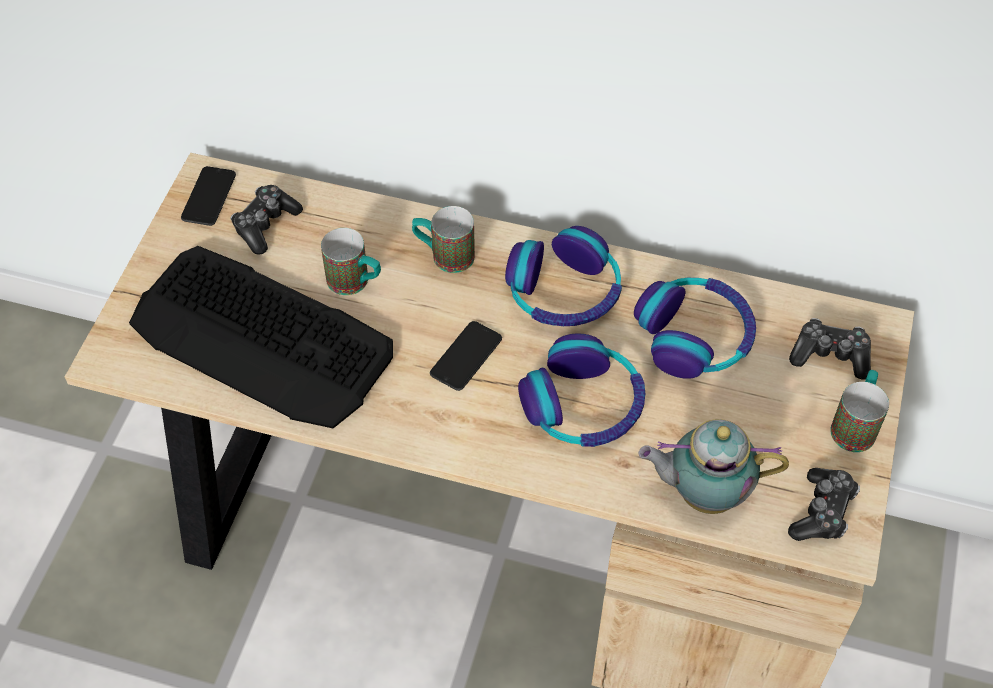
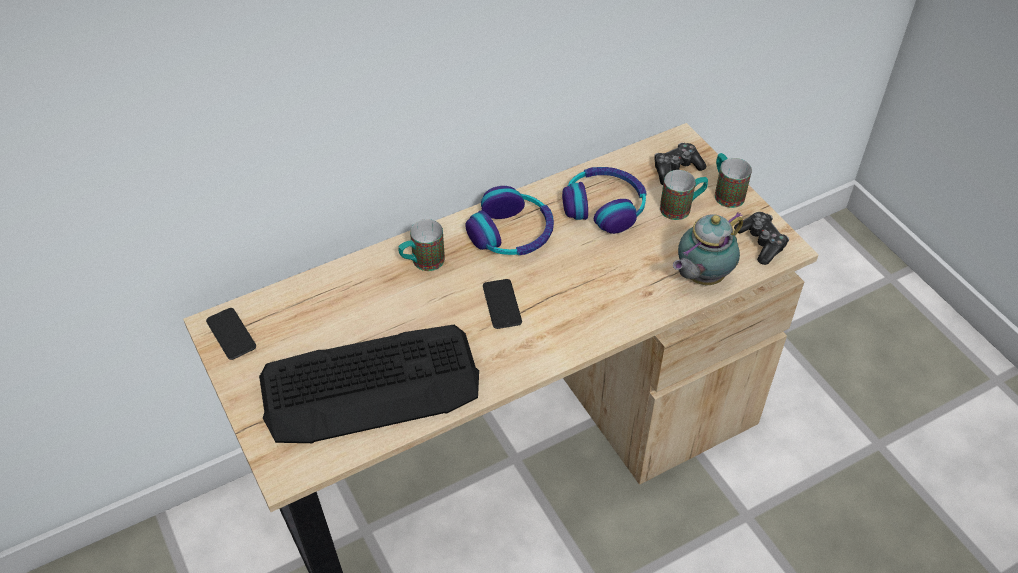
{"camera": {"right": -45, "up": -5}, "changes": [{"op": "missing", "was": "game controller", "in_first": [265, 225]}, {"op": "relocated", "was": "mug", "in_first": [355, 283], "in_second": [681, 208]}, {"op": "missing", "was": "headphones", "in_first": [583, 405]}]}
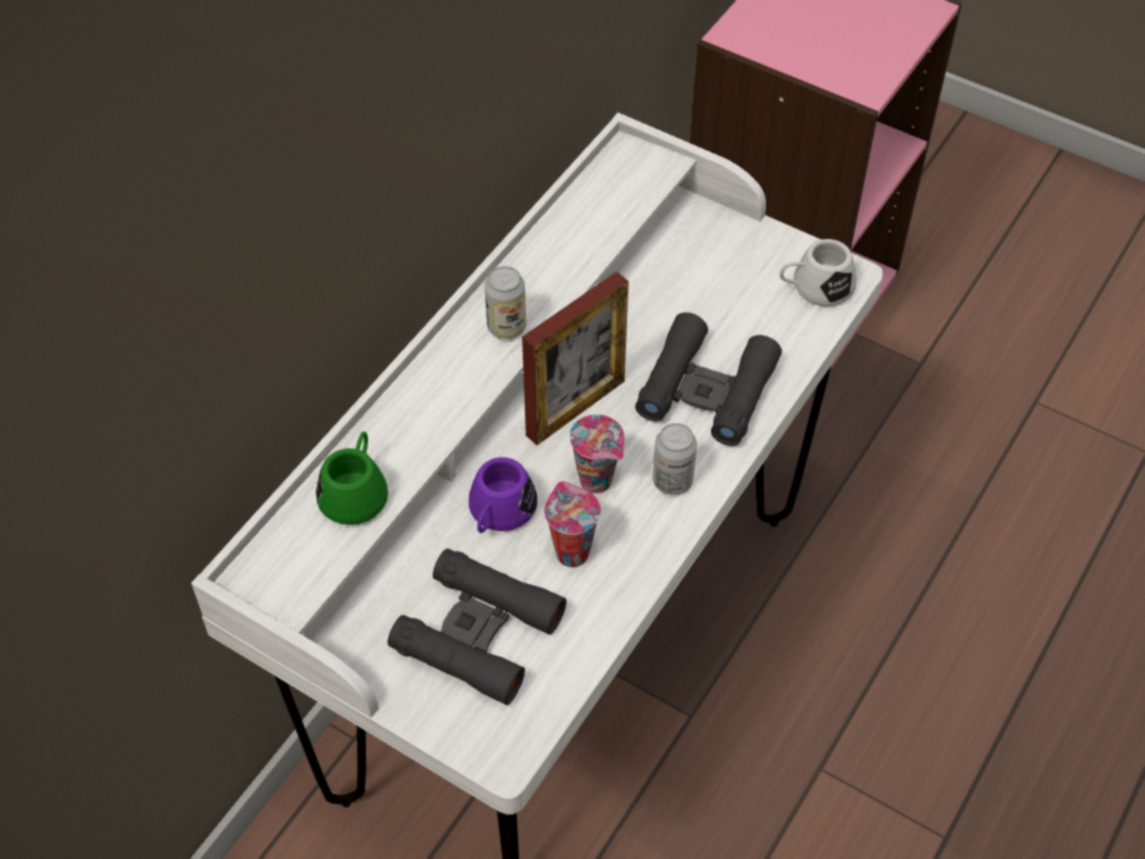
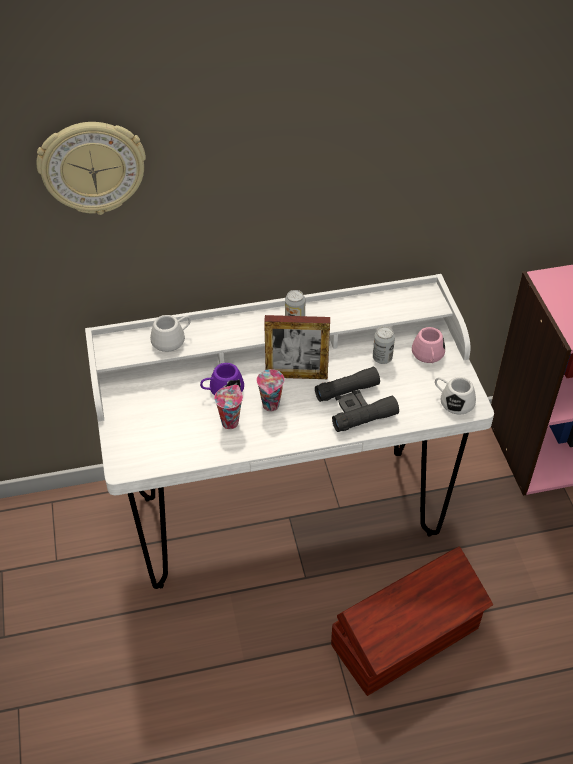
{"camera": {"right": 45, "up": -5}, "changes": [{"op": "relocated", "was": "can", "in_first": [672, 481], "in_second": [382, 358]}, {"op": "colour", "was": "green mug", "now": "white mug", "in_first": [356, 491], "in_second": [172, 339]}, {"op": "missing", "was": "black binoculars", "in_first": [478, 633]}, {"op": "appeared", "now": "wall clock", "in_second": [92, 167]}, {"op": "appeared", "now": "pink mug", "in_second": [428, 356]}, {"op": "appeared", "now": "brown storage box", "in_second": [407, 638]}]}
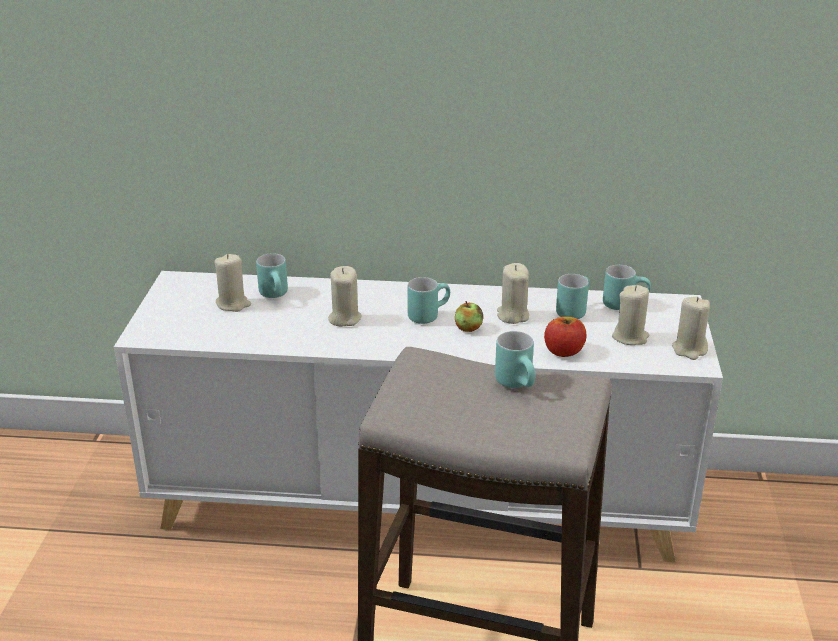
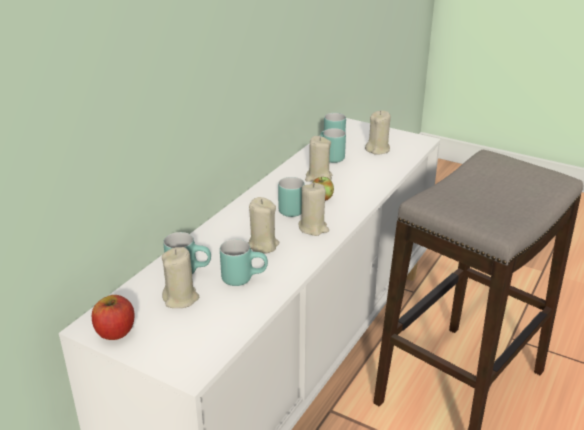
{"camera": {"right": -65, "up": 0}, "changes": [{"op": "relocated", "was": "beige candle", "in_first": [689, 349], "in_second": [313, 228]}, {"op": "relocated", "was": "apple", "in_first": [563, 351], "in_second": [115, 332]}, {"op": "relocated", "was": "turquoise mug", "in_first": [519, 384], "in_second": [244, 277]}]}
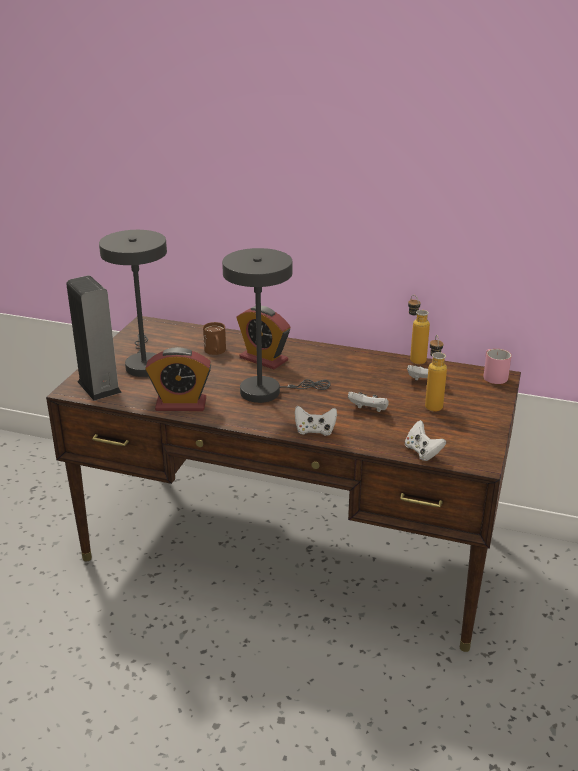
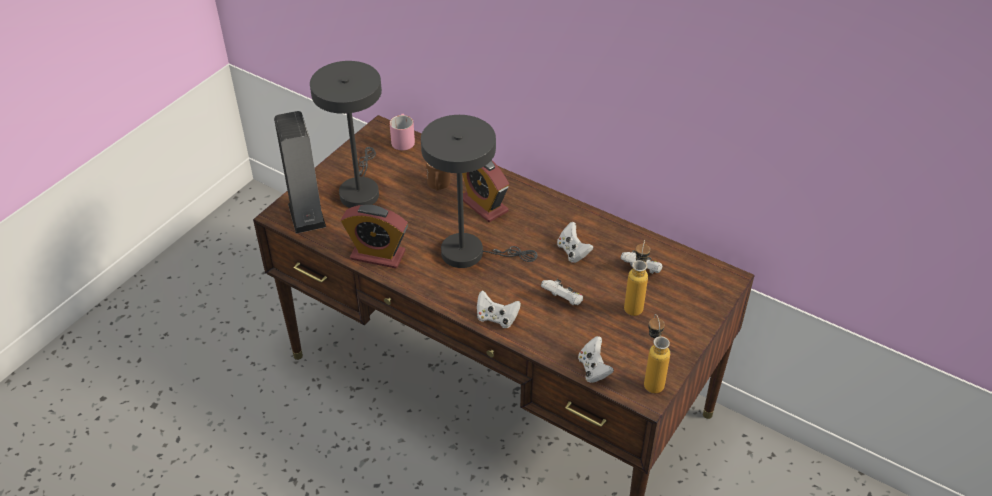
{"camera": {"right": 15, "up": 15}, "changes": [{"op": "relocated", "was": "bottle", "in_first": [414, 358], "in_second": [651, 379]}, {"op": "relocated", "was": "pink mug", "in_first": [492, 376], "in_second": [402, 140]}, {"op": "appeared", "now": "white game controller", "in_second": [573, 252]}]}
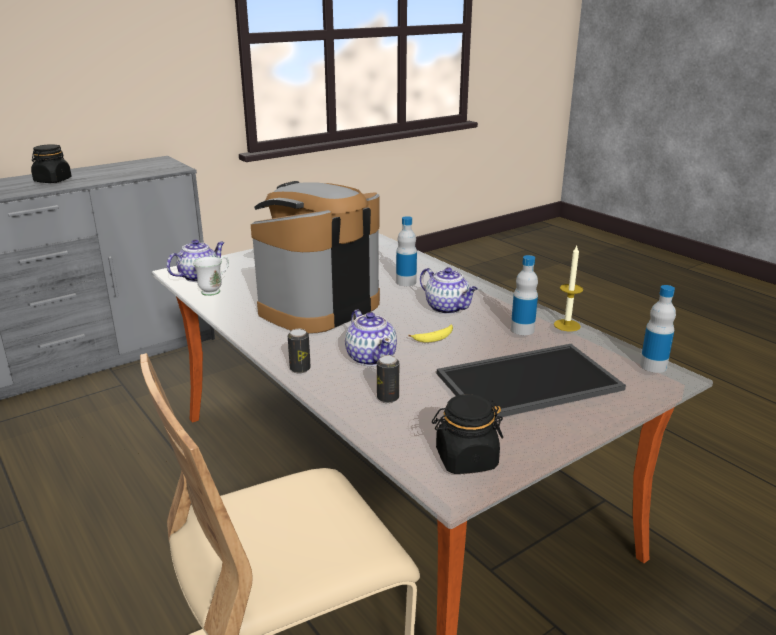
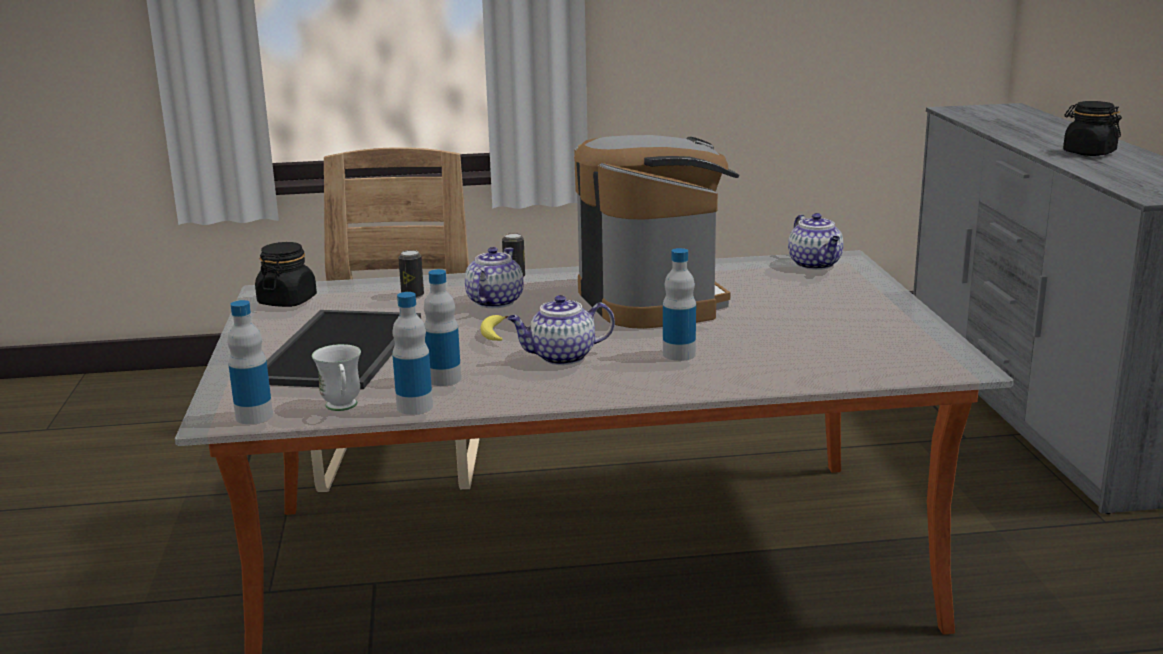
{"camera": {"right": 120, "up": -5}, "changes": [{"op": "exchanged", "was": "candle", "now": "bottle", "in_first": [567, 325], "in_second": [414, 407]}, {"op": "relocated", "was": "white mug", "in_first": [215, 290], "in_second": [342, 408]}, {"op": "spun", "was": "teapot", "in_first": [371, 357], "in_second": [494, 302], "clockwise": 105}]}
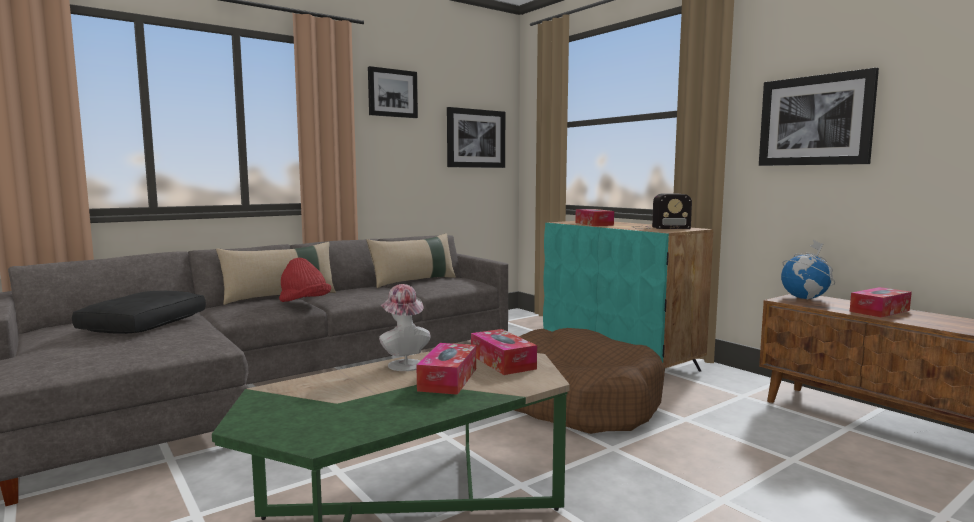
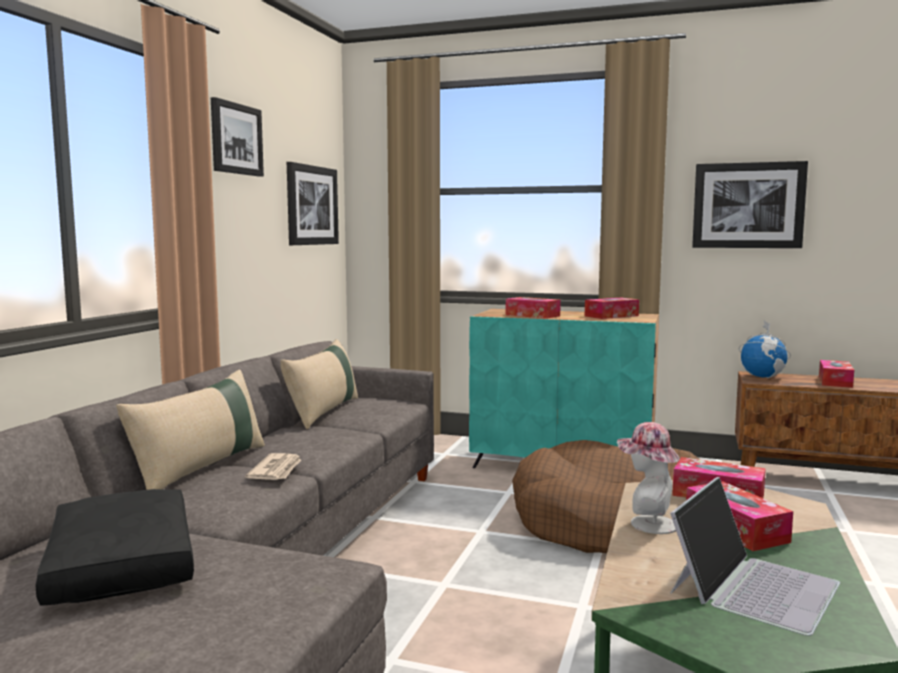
{"camera": {"right": -35, "up": 0}, "changes": [{"op": "exchanged", "was": "radio", "now": "tissue box", "in_first": [658, 227], "in_second": [611, 316]}, {"op": "exchanged", "was": "red hat", "now": "newspaper", "in_first": [304, 303], "in_second": [276, 470]}, {"op": "appeared", "now": "laptop", "in_second": [753, 586]}]}
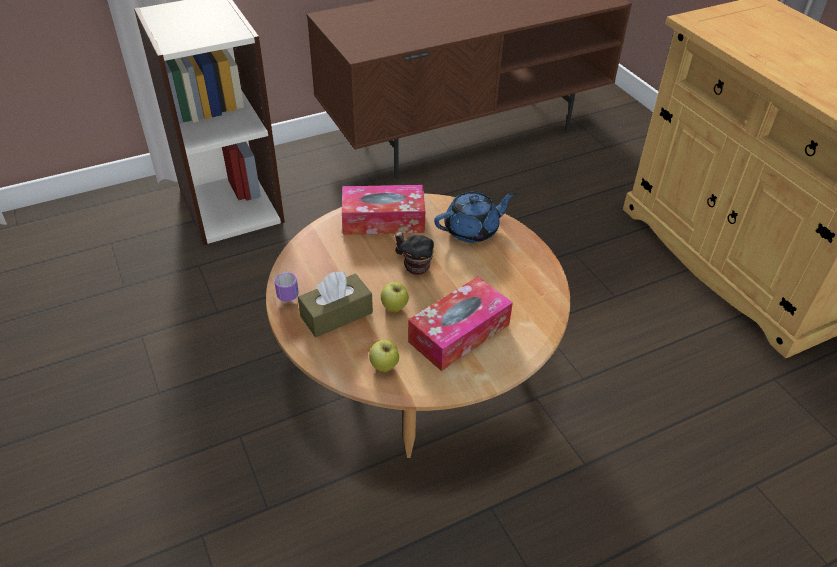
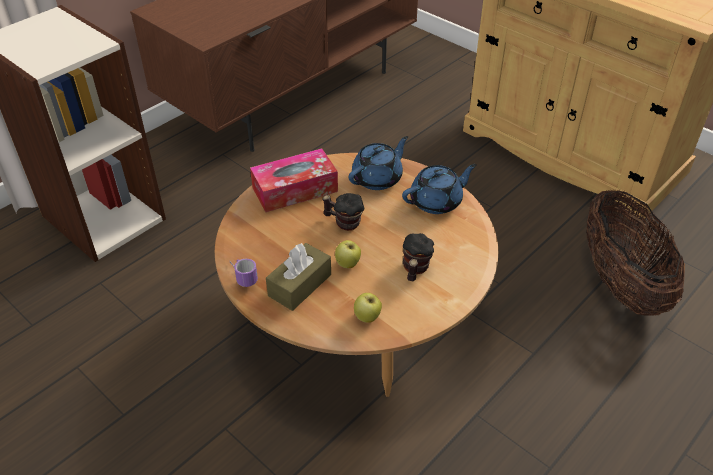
{"camera": {"right": -20, "up": 0}, "changes": [{"op": "exchanged", "was": "tissue box", "now": "mug", "in_first": [459, 333], "in_second": [414, 270]}, {"op": "appeared", "now": "blue teapot", "in_second": [437, 201]}, {"op": "appeared", "now": "basket", "in_second": [620, 282]}]}
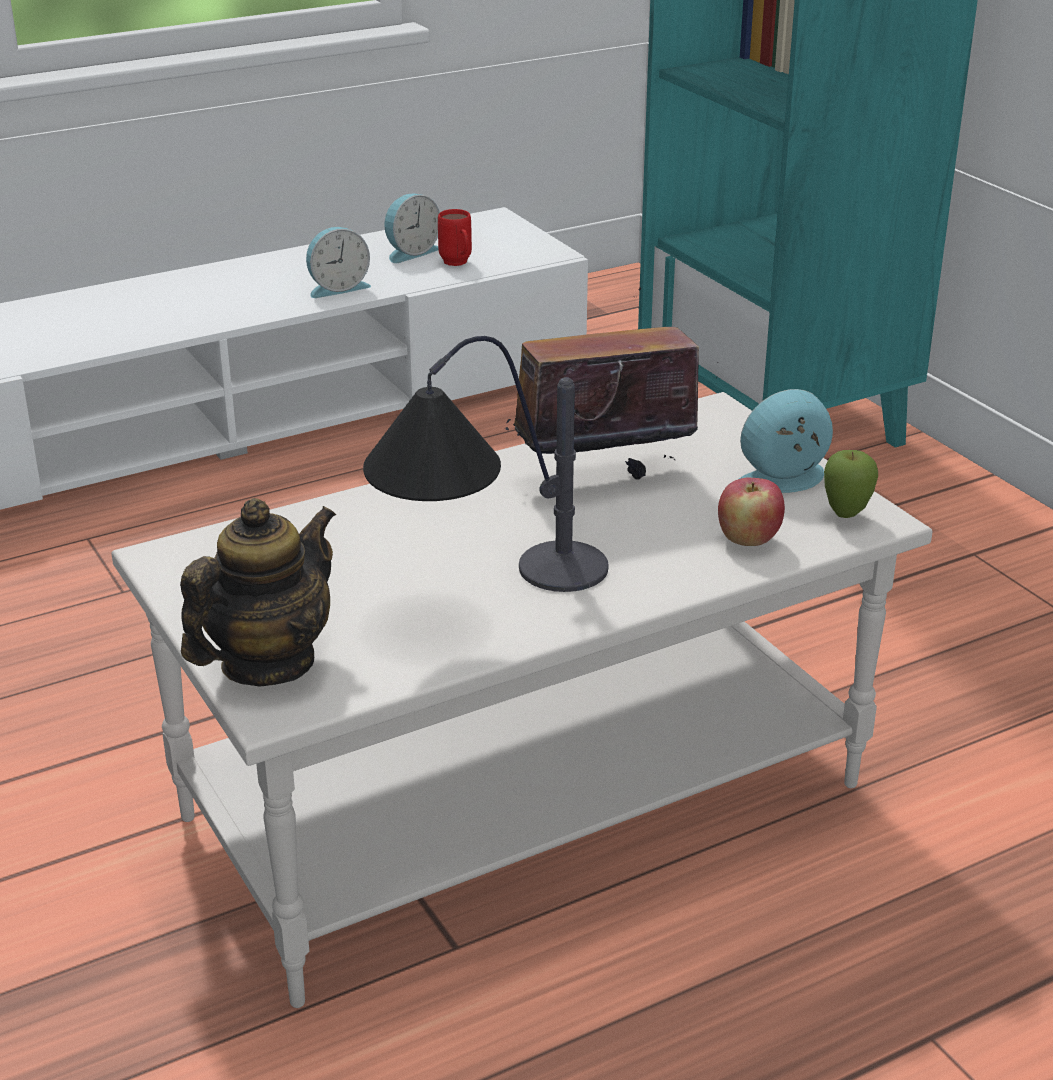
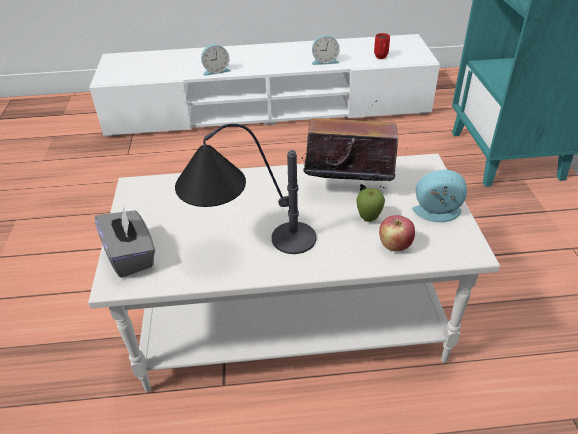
{"camera": {"right": 25, "up": 10}, "changes": [{"op": "relocated", "was": "alarm clock", "in_first": [410, 252], "in_second": [216, 70]}, {"op": "relocated", "was": "apple", "in_first": [846, 515], "in_second": [368, 219]}, {"op": "exchanged", "was": "teapot", "now": "grey tissue box", "in_first": [267, 663], "in_second": [131, 255]}]}
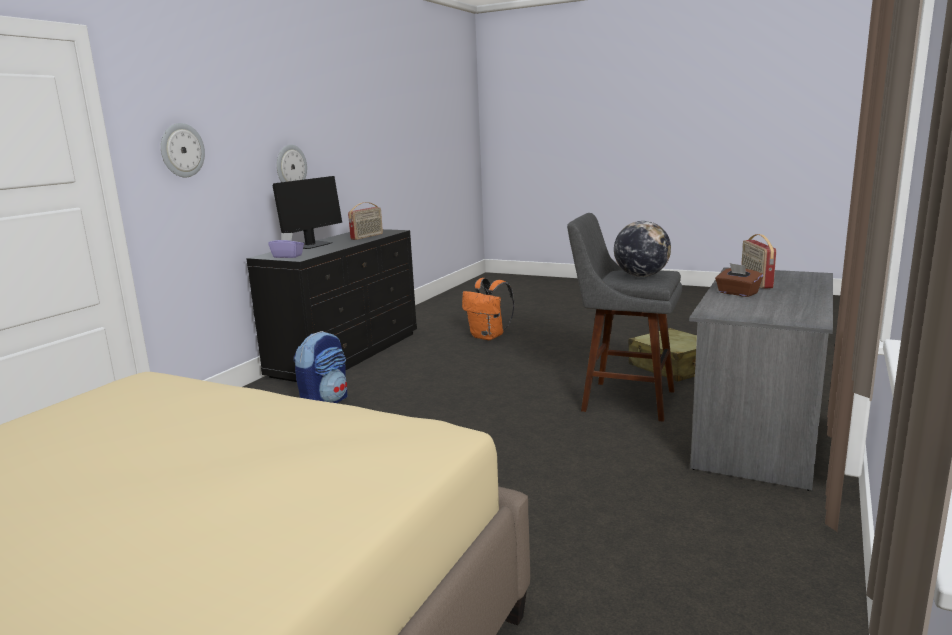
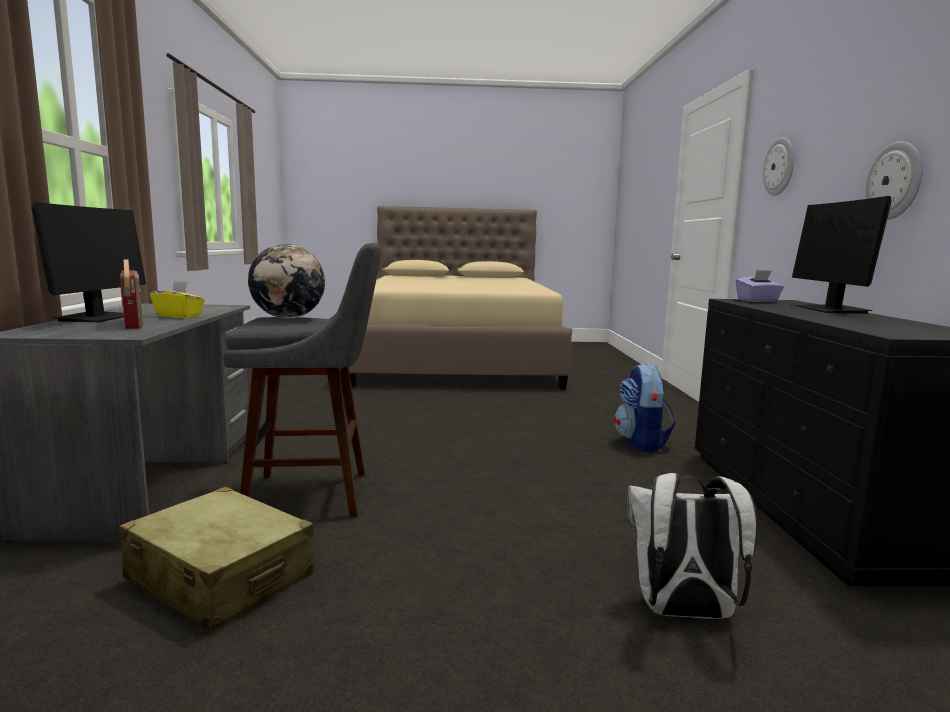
{"camera": {"right": 150, "up": -5}, "changes": [{"op": "missing", "was": "radio", "in_first": [367, 236]}, {"op": "colour", "was": "brown tissue box", "now": "yellow tissue box", "in_first": [737, 293], "in_second": [179, 316]}, {"op": "colour", "was": "orange backpack", "now": "white backpack", "in_first": [488, 337], "in_second": [682, 612]}, {"op": "appeared", "now": "monitor", "in_second": [97, 318]}]}
